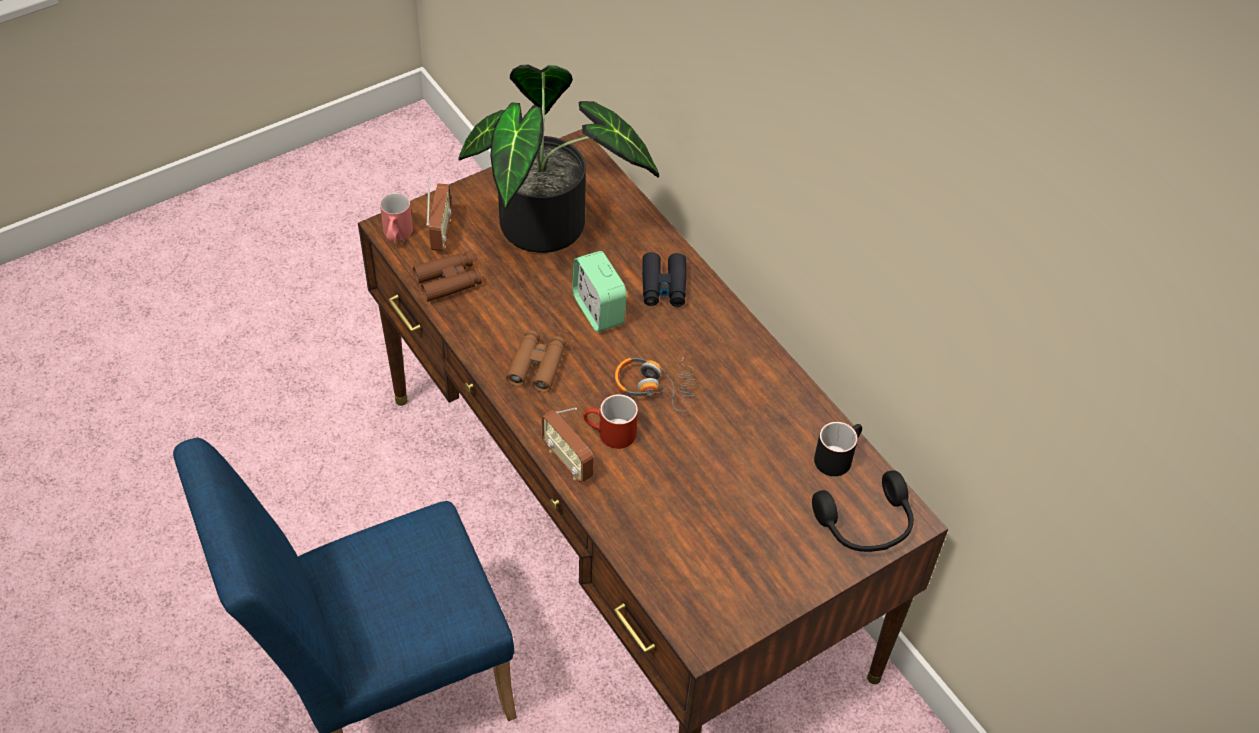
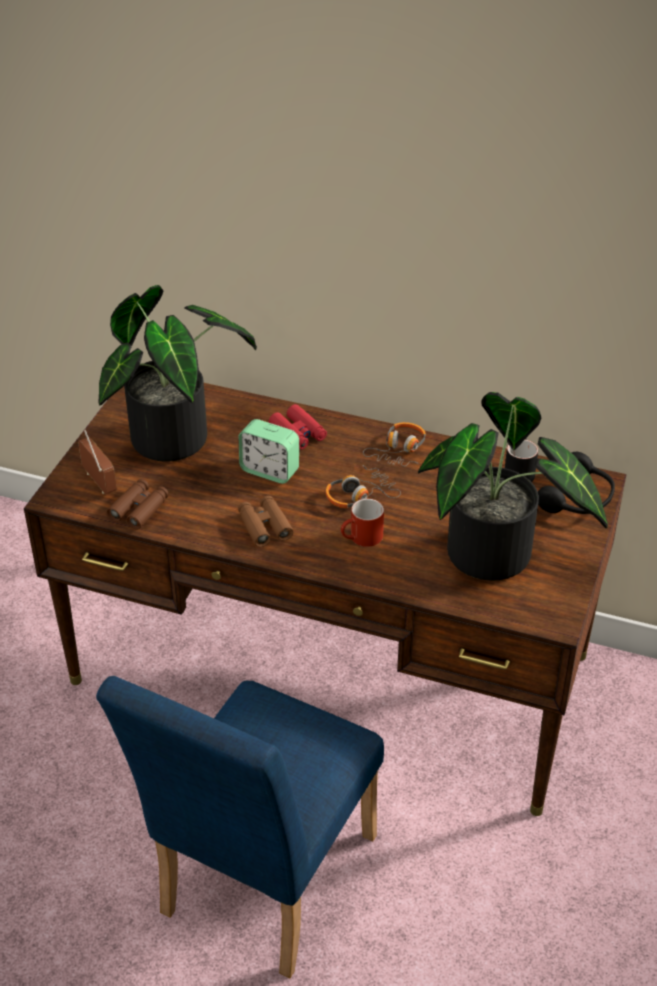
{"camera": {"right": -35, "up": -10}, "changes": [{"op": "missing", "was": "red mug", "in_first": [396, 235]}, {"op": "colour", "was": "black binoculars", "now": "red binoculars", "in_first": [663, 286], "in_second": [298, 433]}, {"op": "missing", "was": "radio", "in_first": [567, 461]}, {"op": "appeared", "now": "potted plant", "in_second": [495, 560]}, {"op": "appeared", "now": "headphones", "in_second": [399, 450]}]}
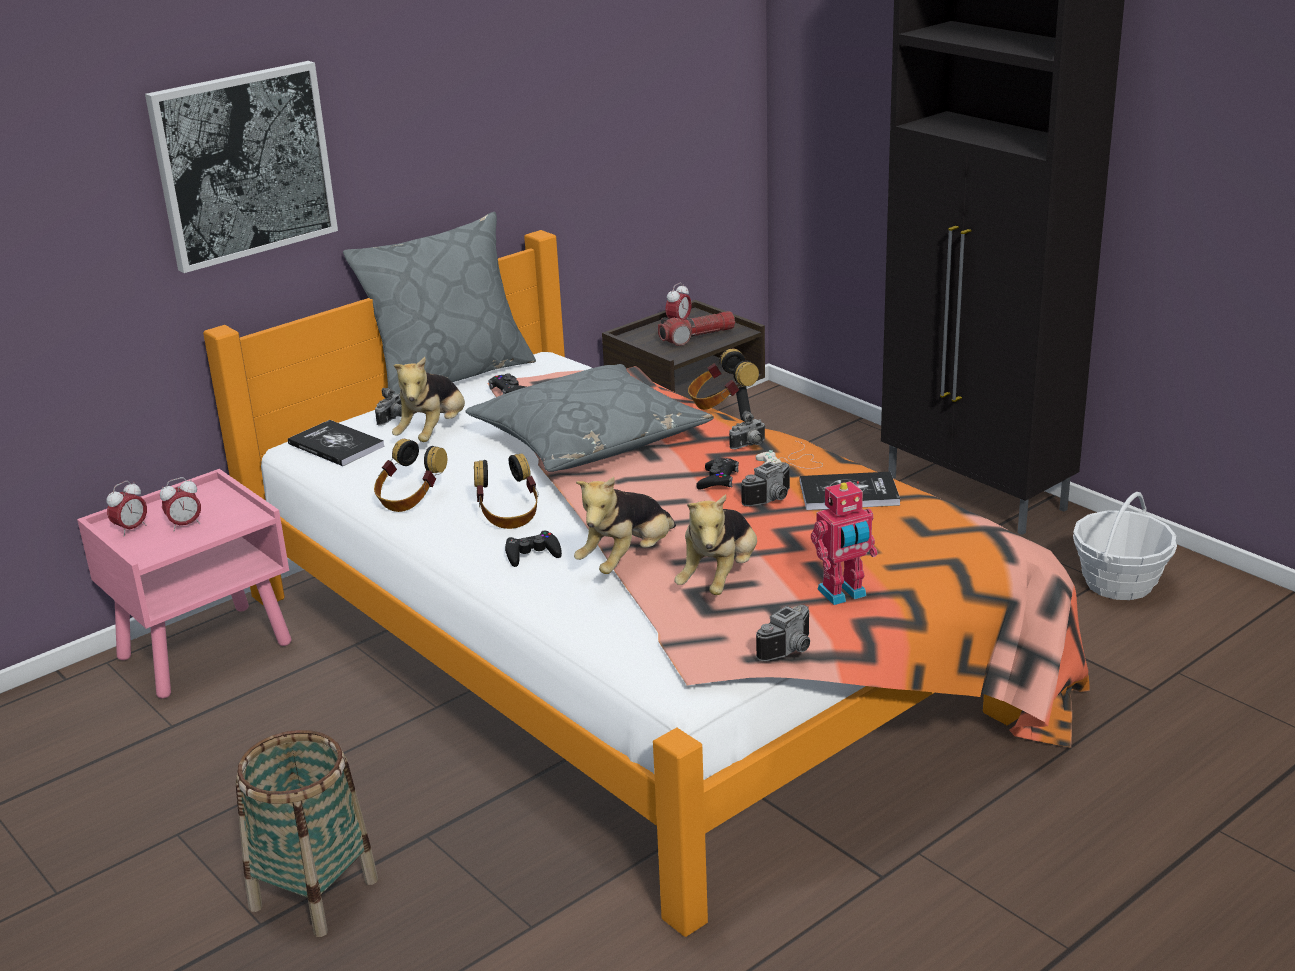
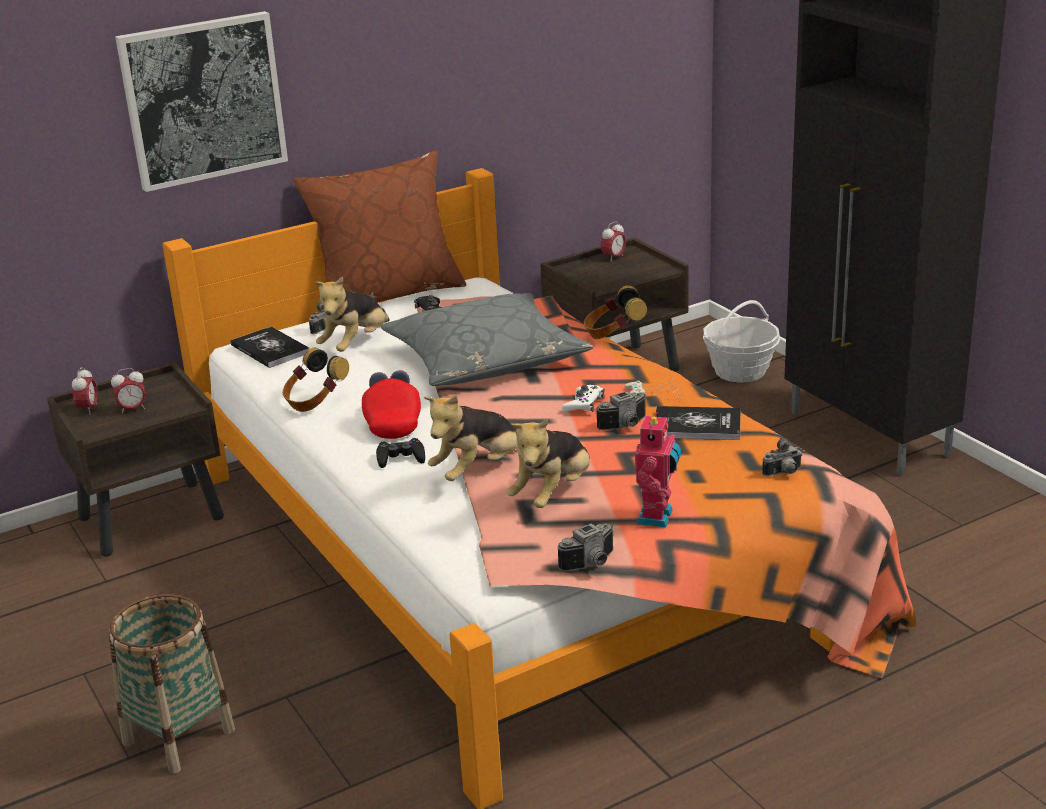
{"camera": {"right": 10, "up": 0}, "changes": [{"op": "colour", "was": "grey pillow", "now": "brown pillow", "in_first": [450, 376], "in_second": [388, 294]}, {"op": "missing", "was": "flashlight", "in_first": [697, 337]}, {"op": "relocated", "was": "photo camera", "in_first": [749, 446], "in_second": [783, 473]}, {"op": "exchanged", "was": "headphones", "now": "red cap", "in_first": [508, 515], "in_second": [393, 422]}, {"op": "colour", "was": "black game controller", "now": "white game controller", "in_first": [718, 480], "in_second": [584, 404]}, {"op": "colour", "was": "pink nightstand", "now": "brown nightstand", "in_first": [206, 649], "in_second": [152, 518]}, {"op": "spun", "was": "alarm clock", "in_first": [131, 529], "in_second": [88, 409], "clockwise": -45}, {"op": "spun", "was": "toy robot", "in_first": [843, 594], "in_second": [657, 517], "clockwise": -60}, {"op": "relocated", "was": "basket", "in_first": [1119, 583], "in_second": [740, 371]}]}
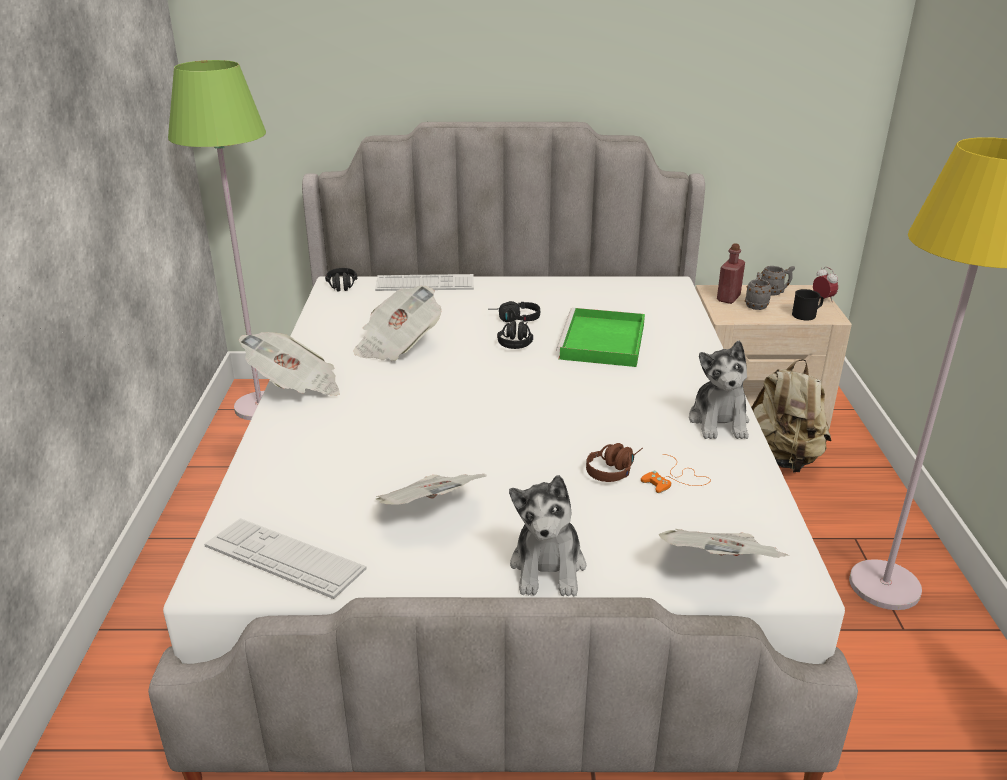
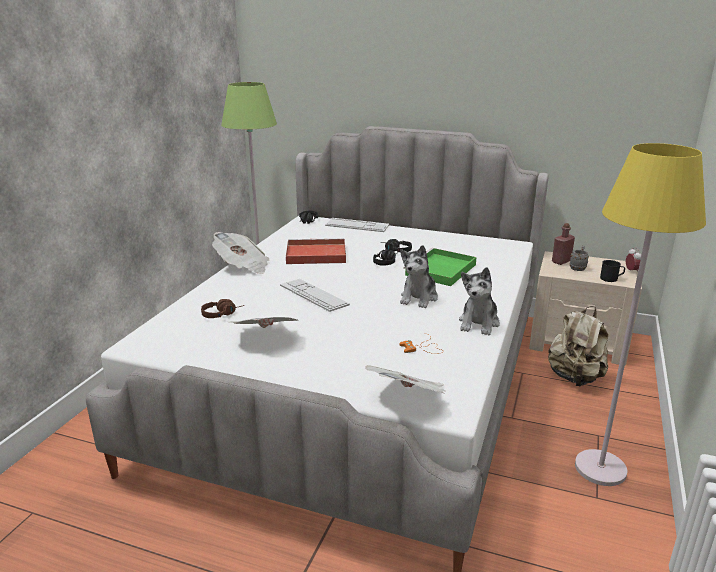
{"camera": {"right": 20, "up": -5}, "changes": [{"op": "missing", "was": "grey mug", "in_first": [774, 292]}, {"op": "exchanged", "was": "newspaper", "now": "red tray", "in_first": [397, 345], "in_second": [314, 254]}, {"op": "relocated", "was": "brown headphones", "in_first": [614, 469], "in_second": [223, 314]}, {"op": "relocated", "was": "plush toy", "in_first": [548, 567], "in_second": [419, 298]}, {"op": "relocated", "was": "keyboard", "in_first": [284, 558], "in_second": [313, 295]}]}
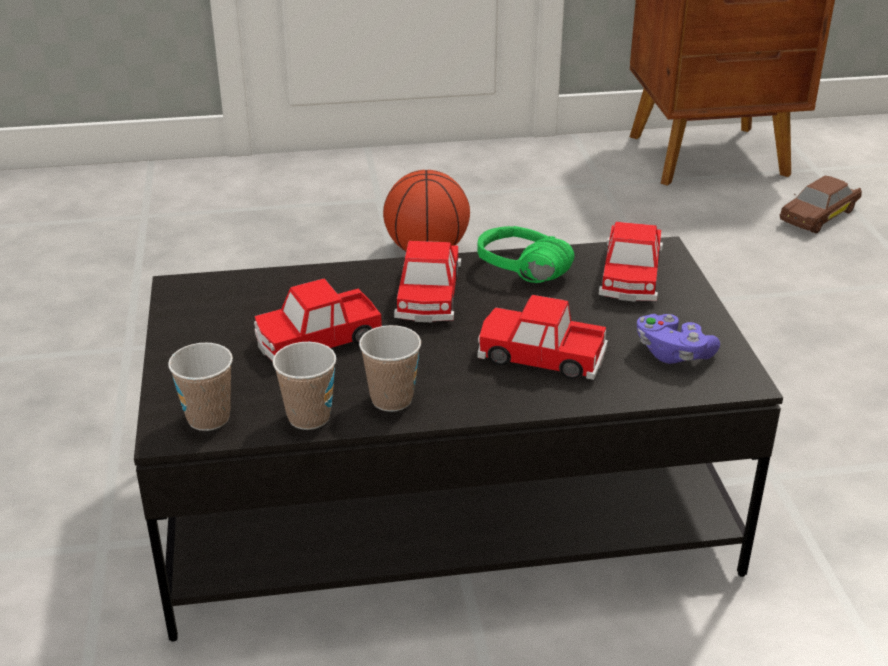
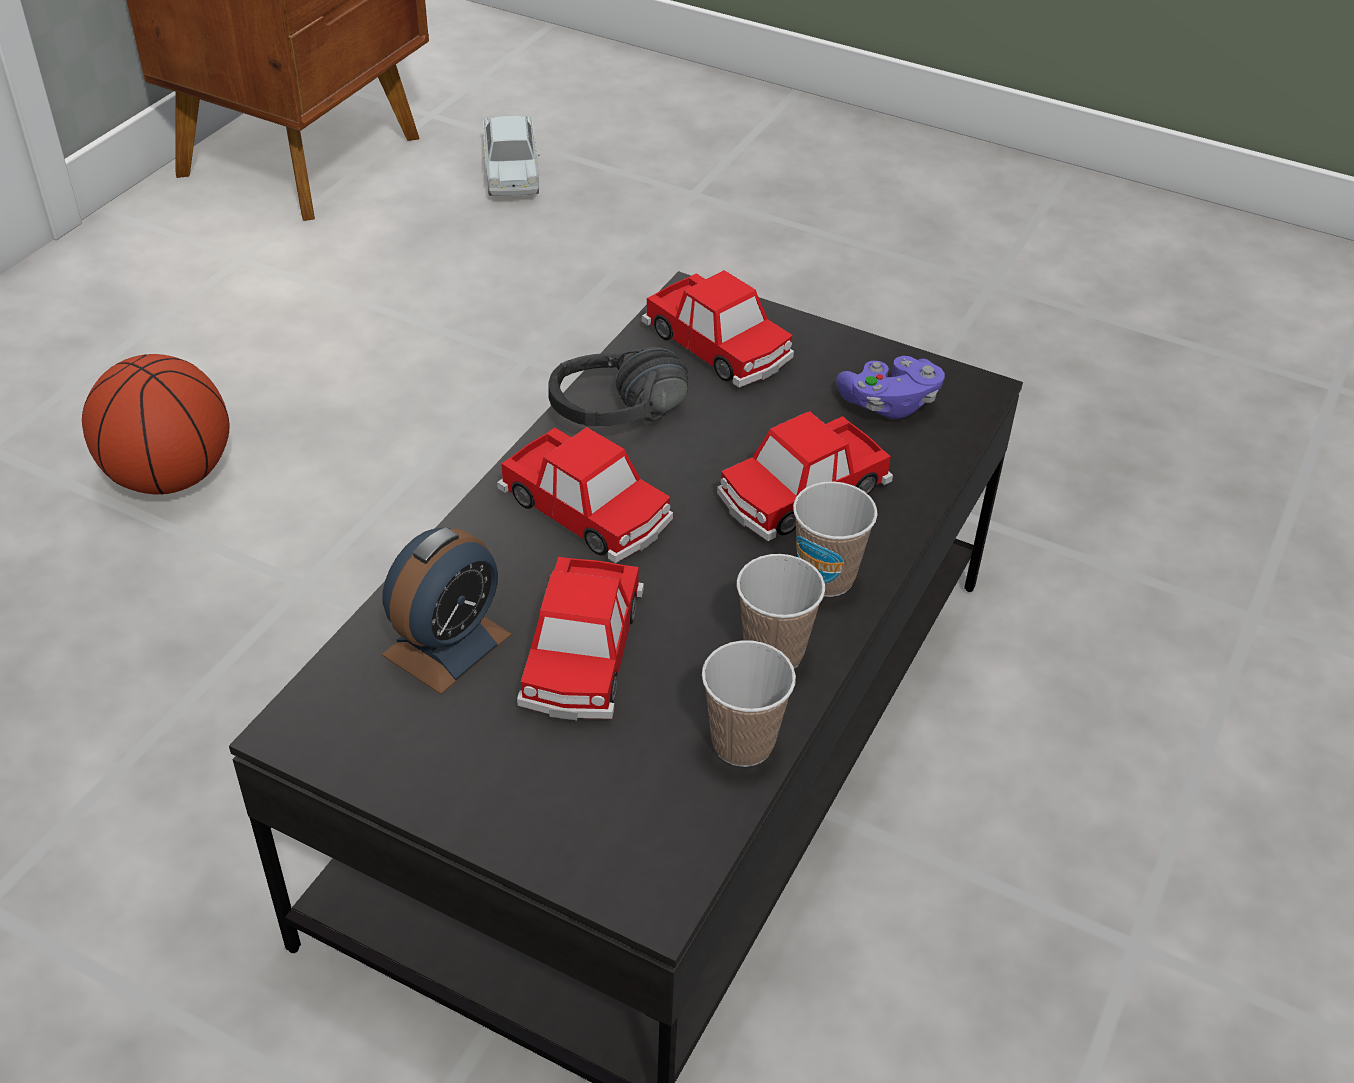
{"camera": {"right": -55, "up": 10}, "changes": [{"op": "colour", "was": "brown toy car", "now": "white toy car", "in_first": [818, 215], "in_second": [511, 171]}, {"op": "colour", "was": "green headphones", "now": "black headphones", "in_first": [516, 276], "in_second": [625, 423]}, {"op": "relocated", "was": "cup", "in_first": [208, 418], "in_second": [826, 578]}, {"op": "appeared", "now": "alarm clock", "in_second": [447, 645]}]}
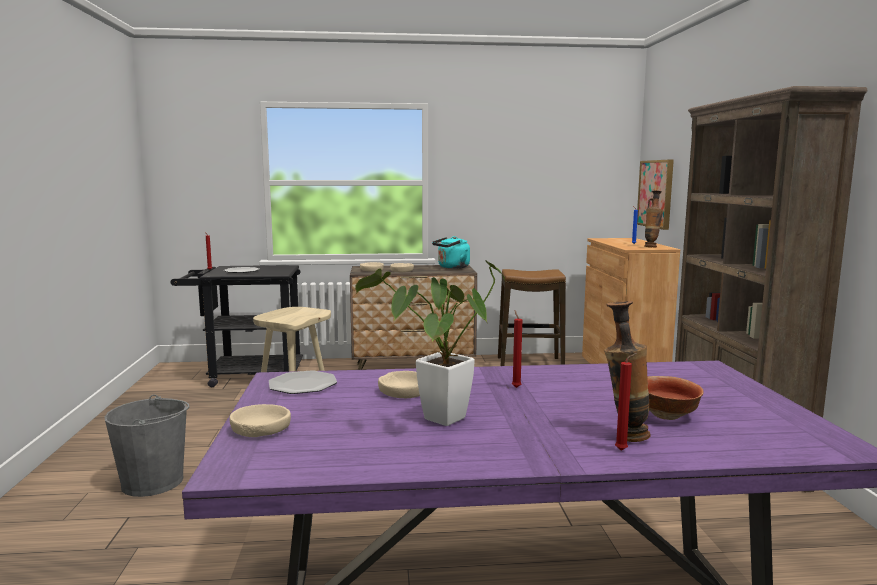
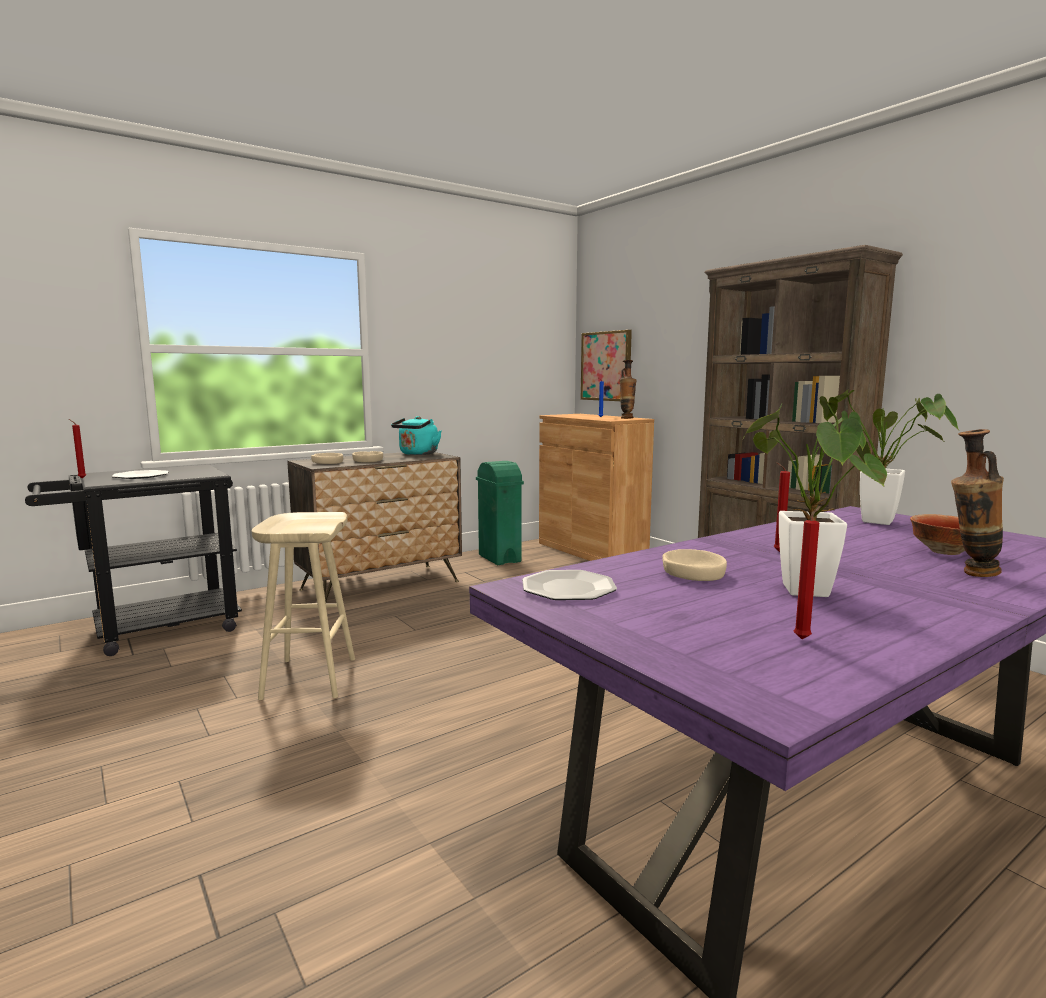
{"camera": {"right": -30, "up": 0}, "changes": [{"op": "exchanged", "was": "stool", "now": "green trash can", "in_first": [529, 364], "in_second": [499, 559]}, {"op": "relocated", "was": "red candle", "in_first": [623, 450], "in_second": [803, 638]}, {"op": "missing", "was": "grey bucket", "in_first": [153, 482]}, {"op": "missing", "was": "beige bowl", "in_first": [260, 428]}, {"op": "appeared", "now": "potted plant", "in_second": [886, 522]}]}
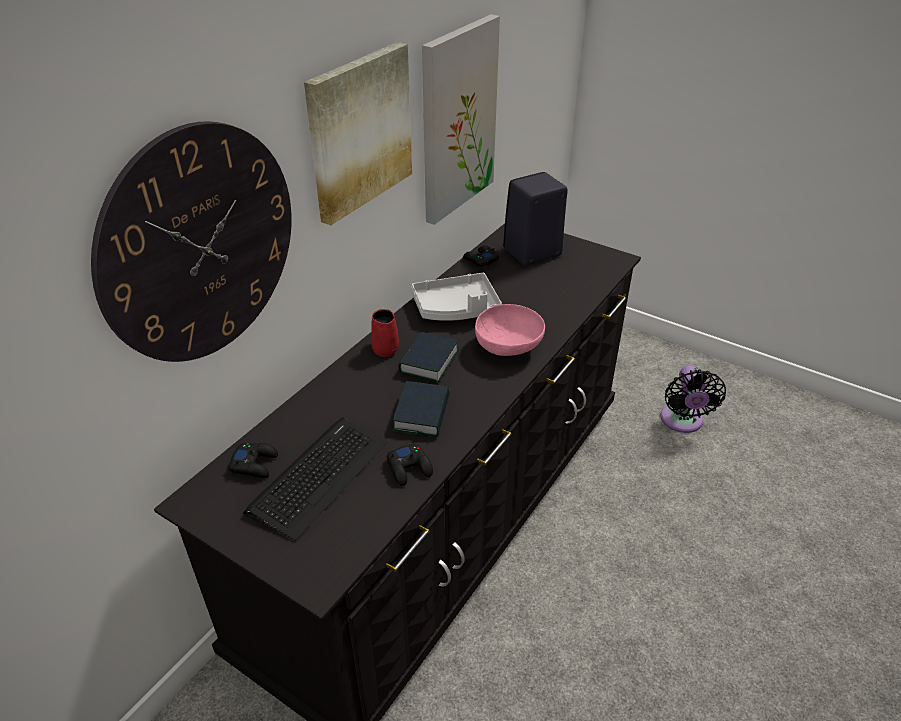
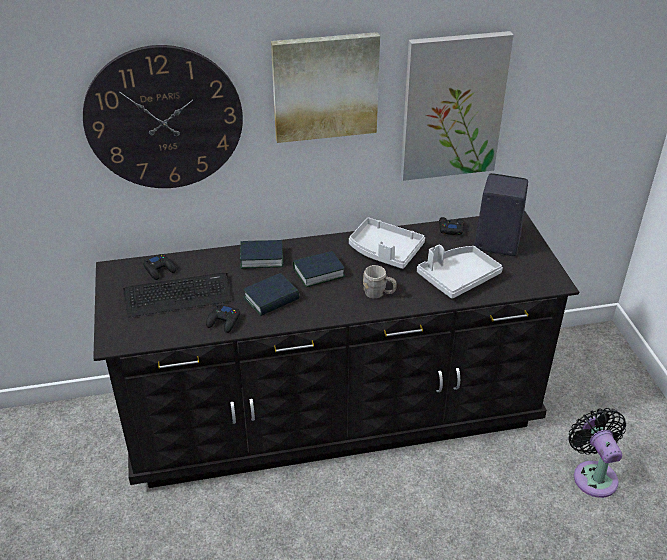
{"camera": {"right": 45, "up": 0}, "changes": [{"op": "exchanged", "was": "pink bowl", "now": "grey mug", "in_first": [508, 347], "in_second": [378, 294]}, {"op": "missing", "was": "red mug", "in_first": [385, 348]}, {"op": "spun", "was": "black fan", "in_first": [682, 422], "in_second": [593, 475], "clockwise": 120}, {"op": "appeared", "now": "book", "in_second": [261, 258]}, {"op": "appeared", "now": "grey tray", "in_second": [457, 278]}]}
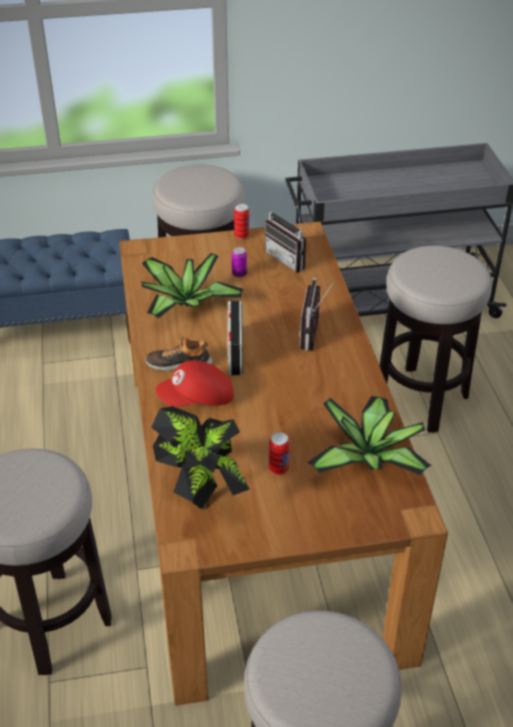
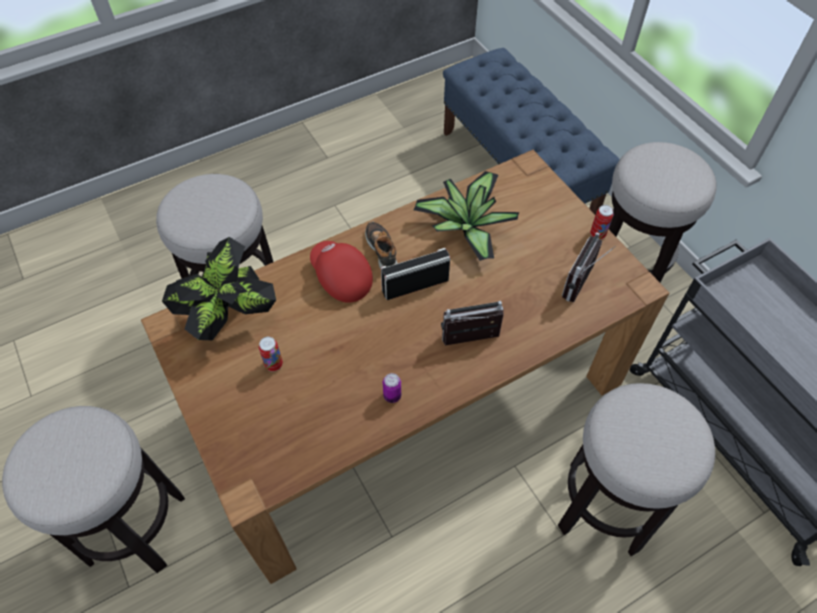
{"camera": {"right": 70, "up": 15}, "changes": [{"op": "relocated", "was": "can", "in_first": [239, 274], "in_second": [392, 396]}, {"op": "missing", "was": "potted plant", "in_first": [369, 457]}]}
